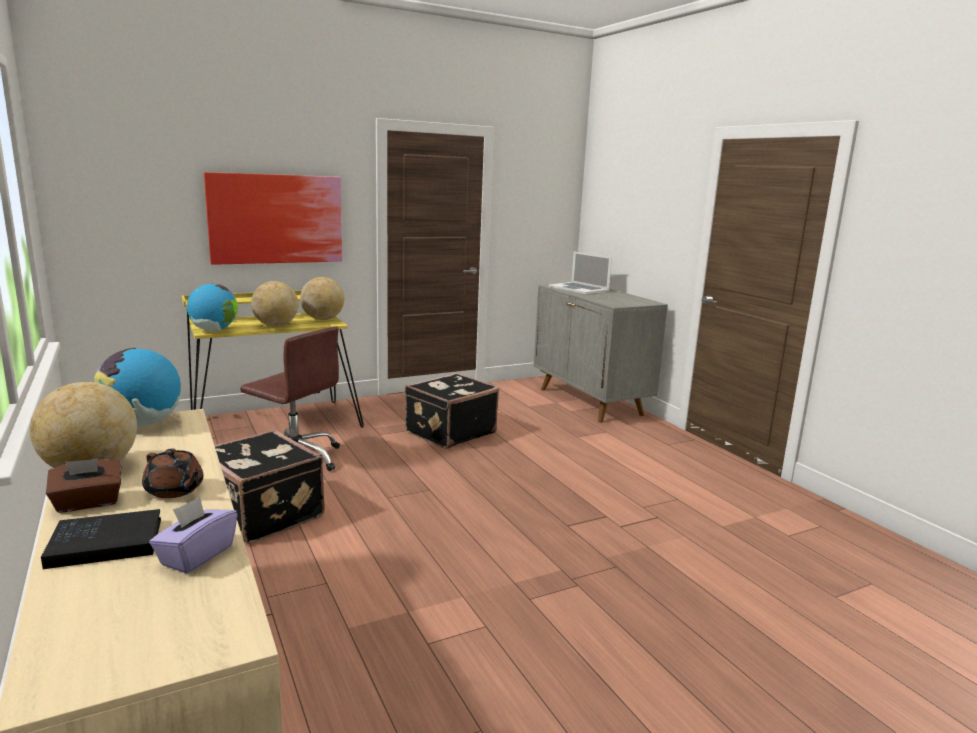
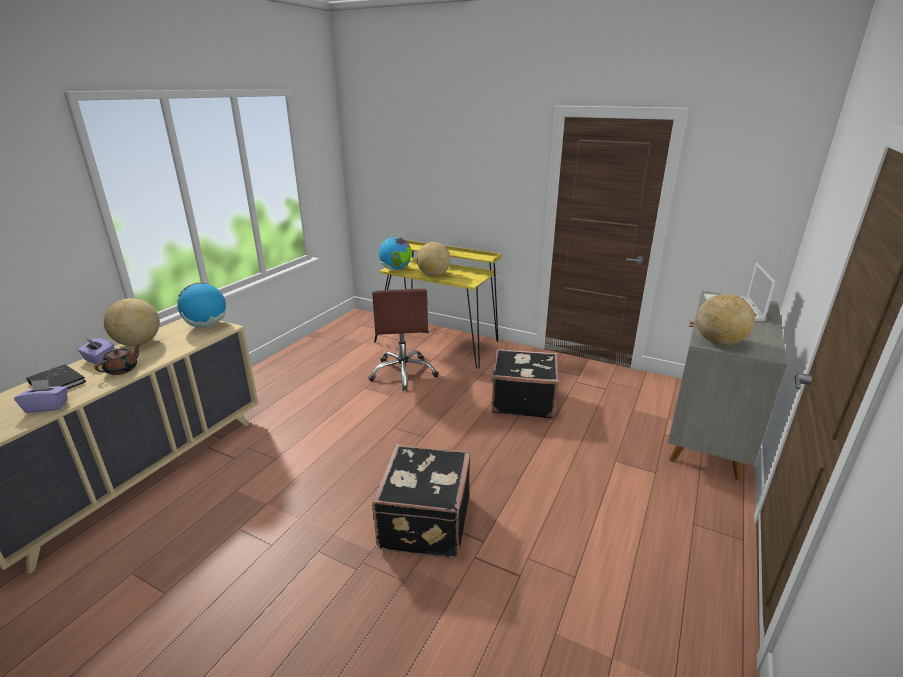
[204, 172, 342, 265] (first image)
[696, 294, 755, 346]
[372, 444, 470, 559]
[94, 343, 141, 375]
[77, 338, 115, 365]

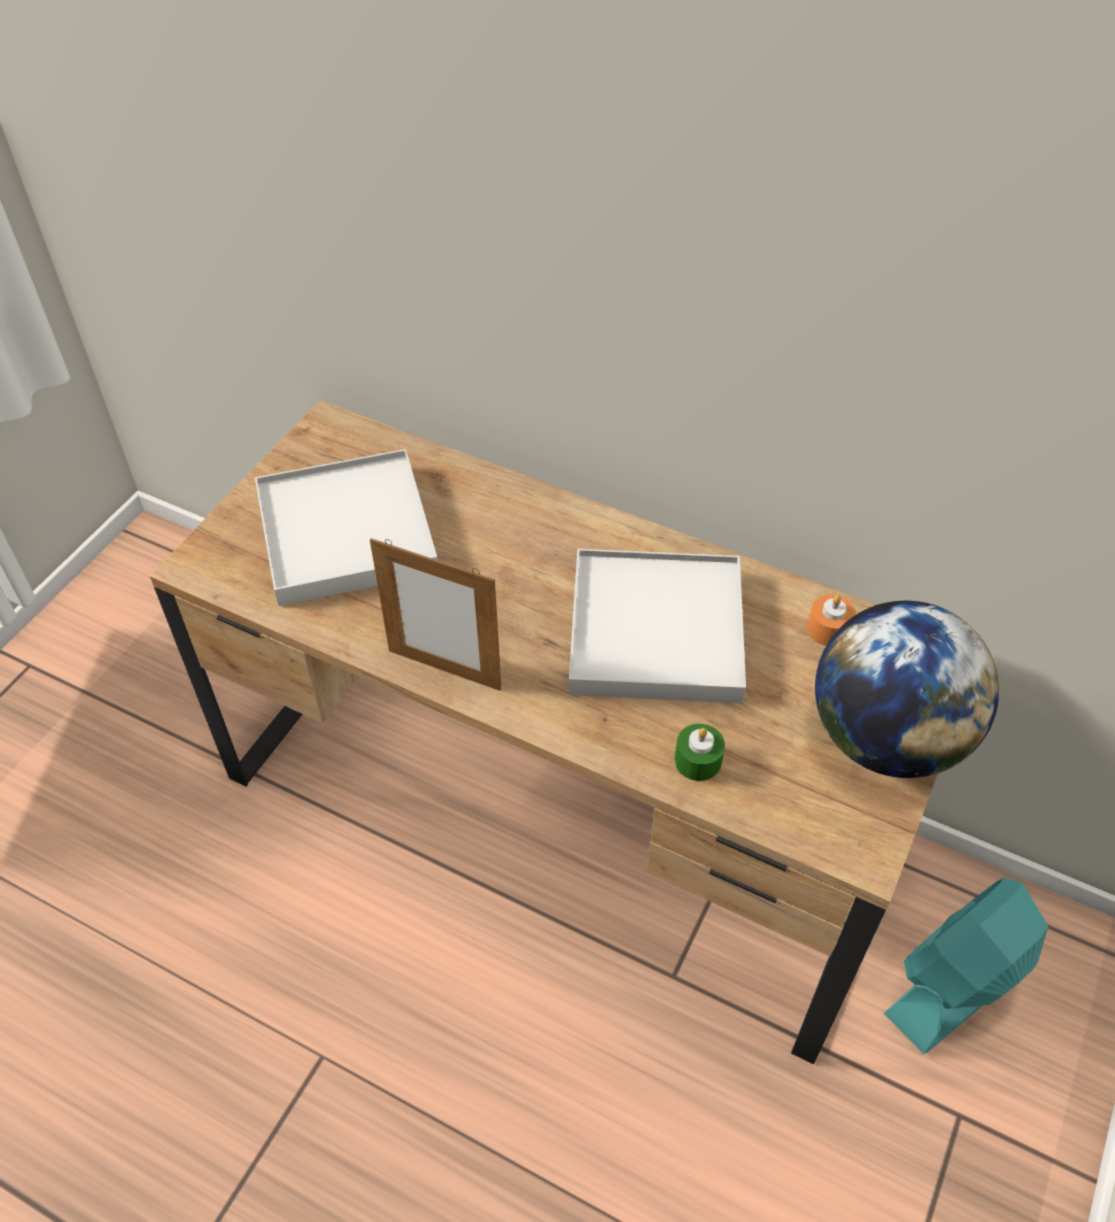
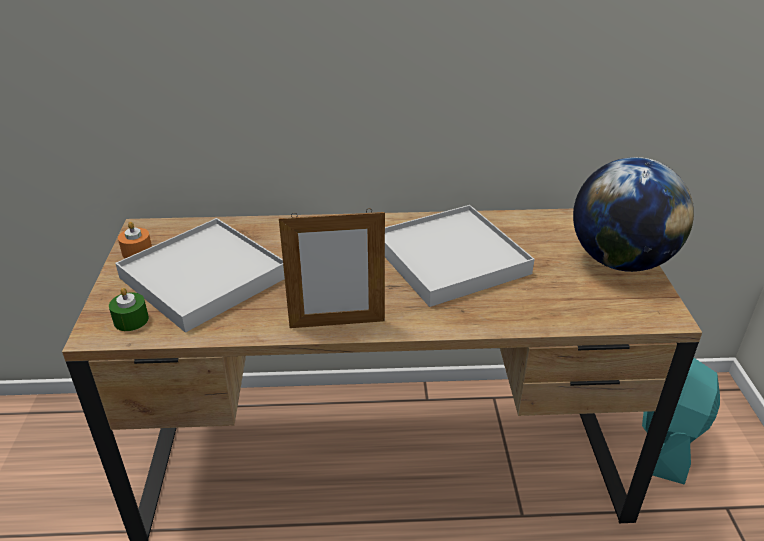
[118, 222, 152, 258]
[109, 288, 149, 331]

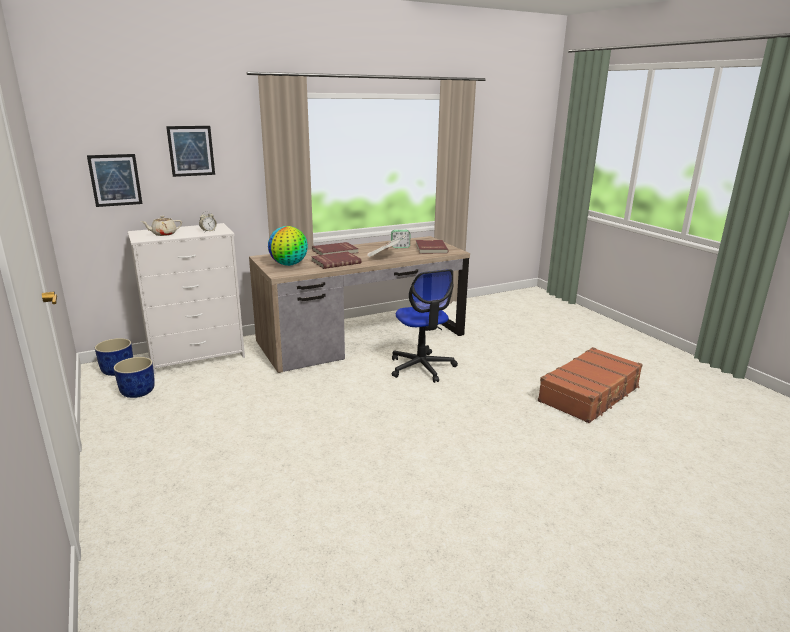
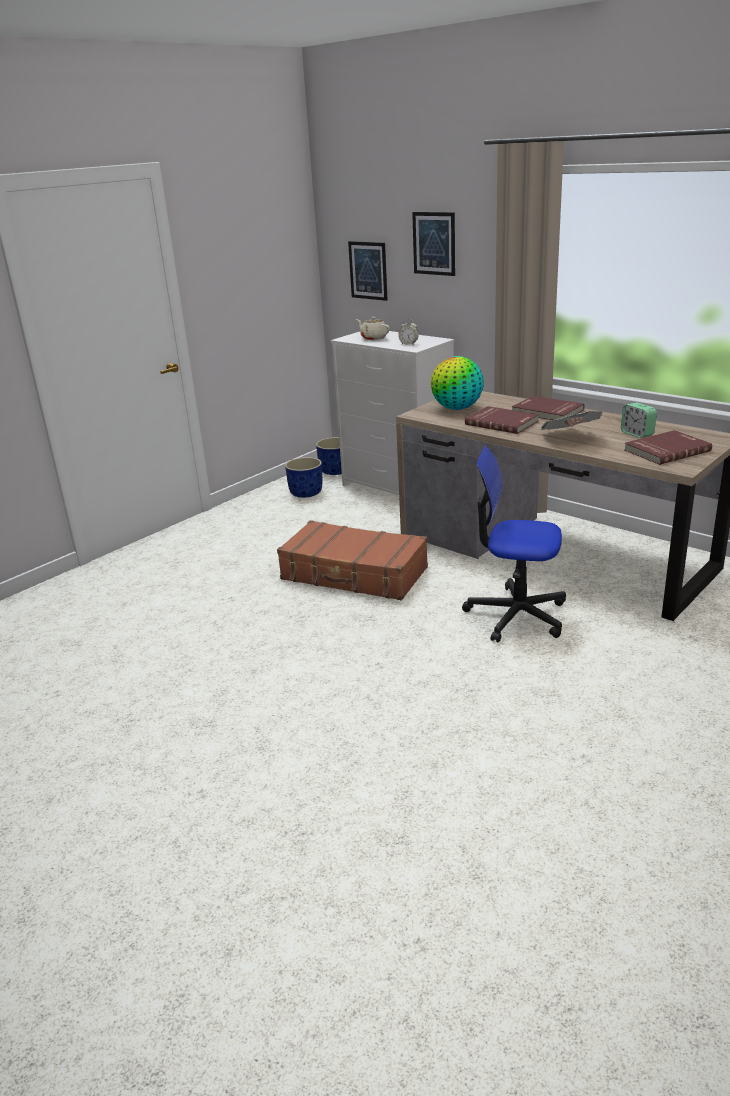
[462, 446, 566, 643]
[277, 520, 428, 601]

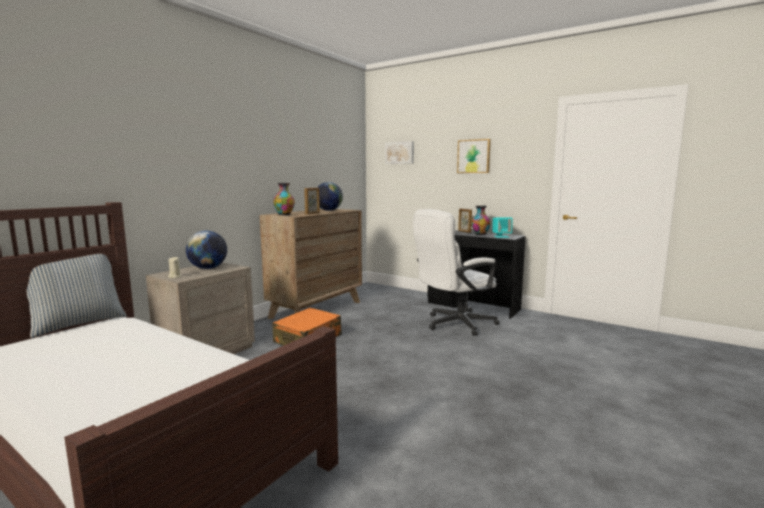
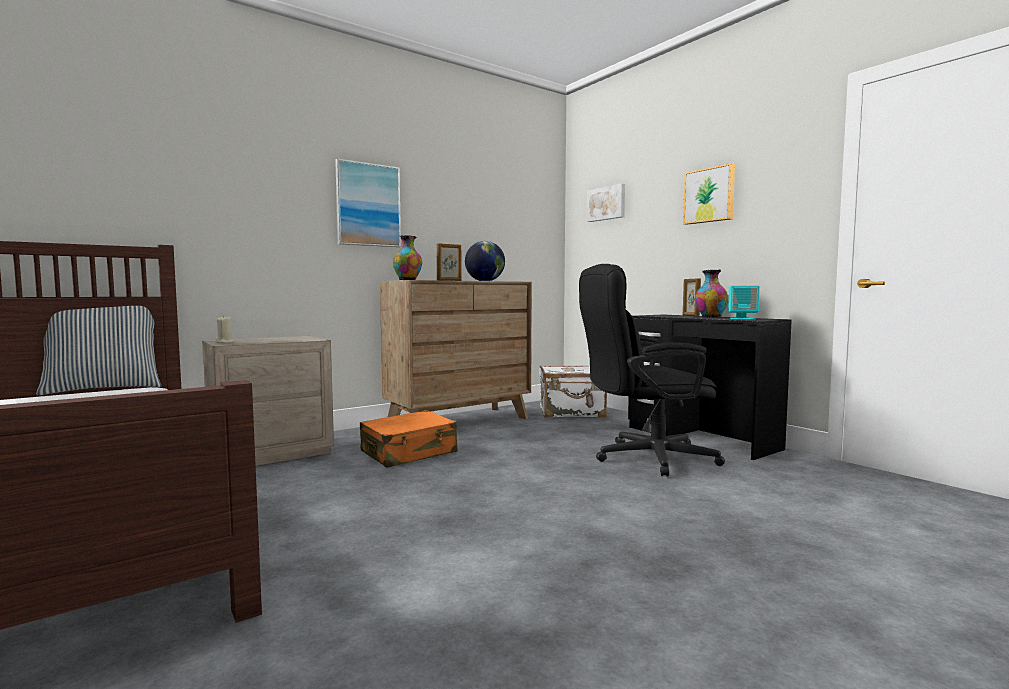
[579, 264, 725, 476]
[186, 230, 227, 269] (first image)
[335, 159, 401, 247]
[540, 365, 607, 418]

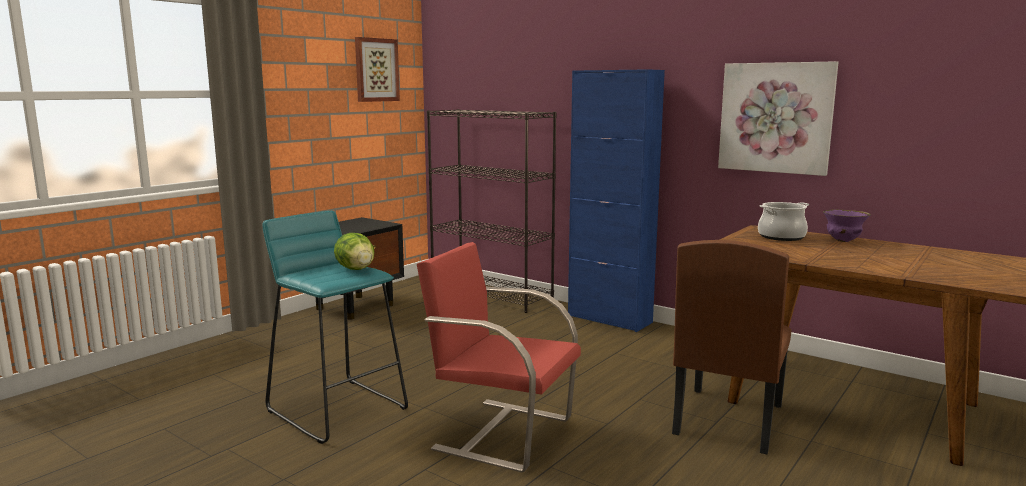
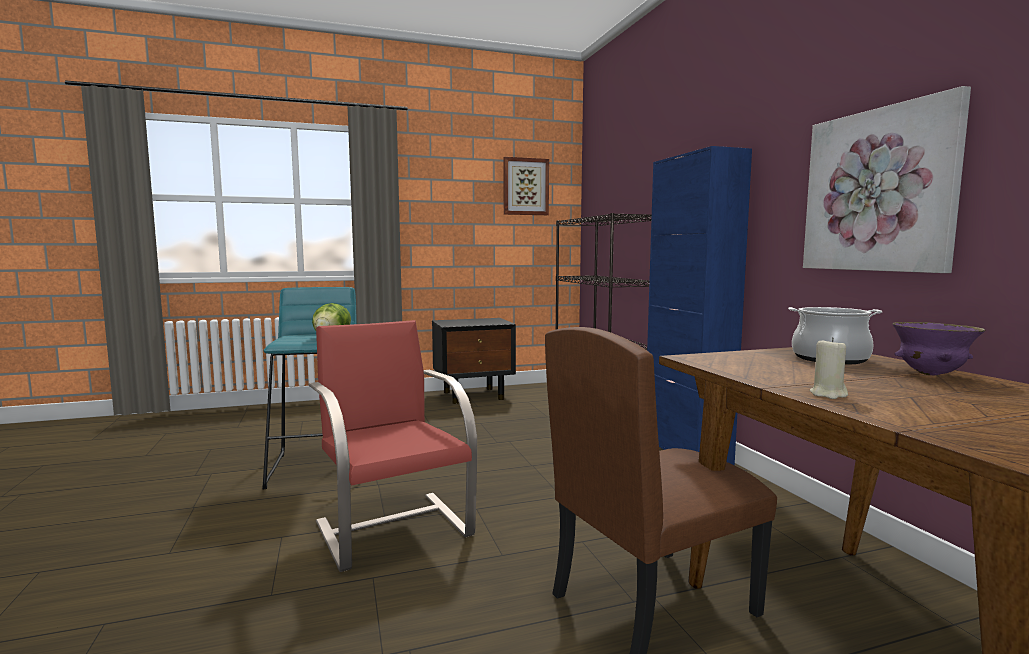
[810, 337, 848, 399]

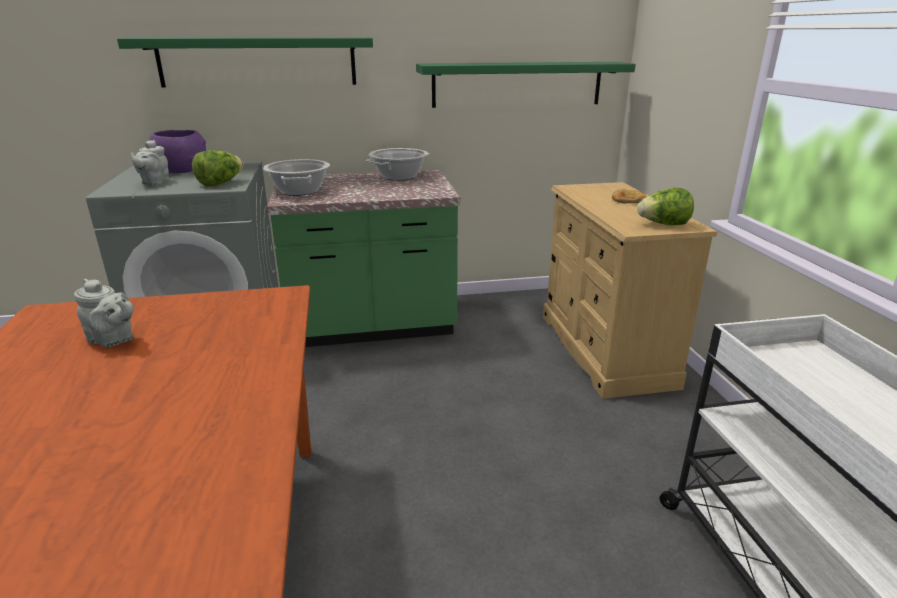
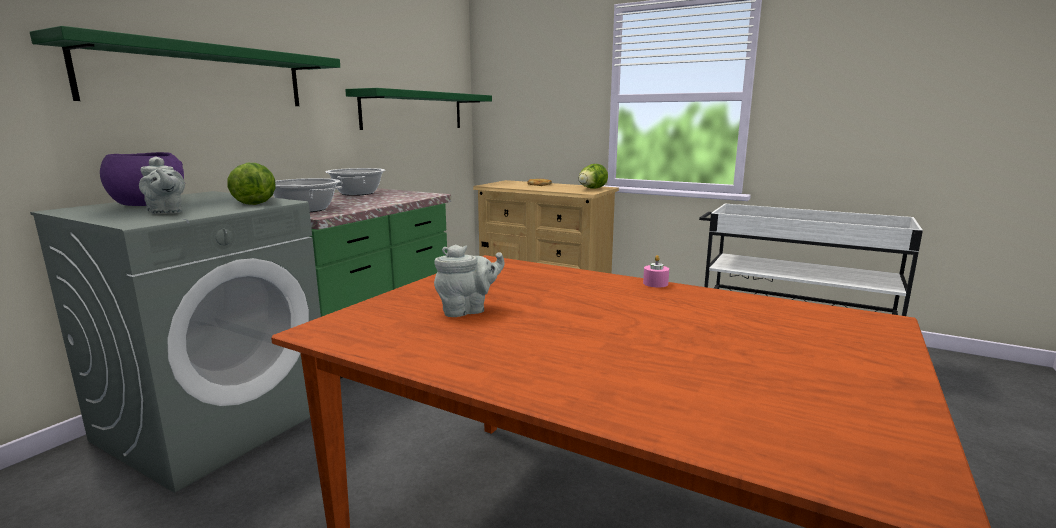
[643, 255, 669, 288]

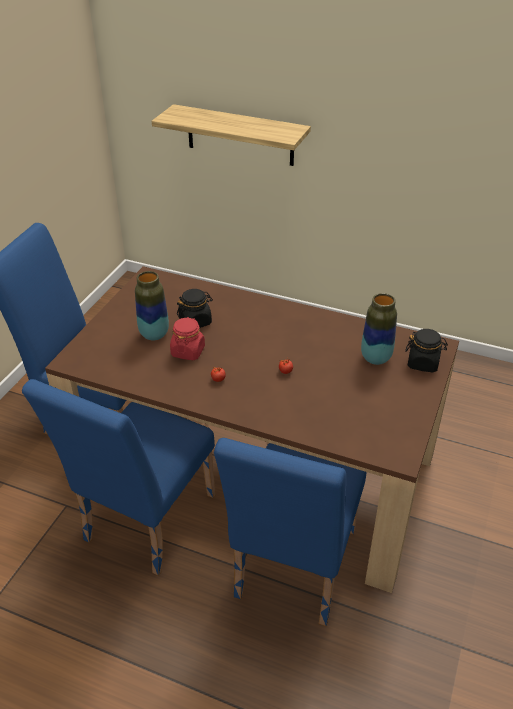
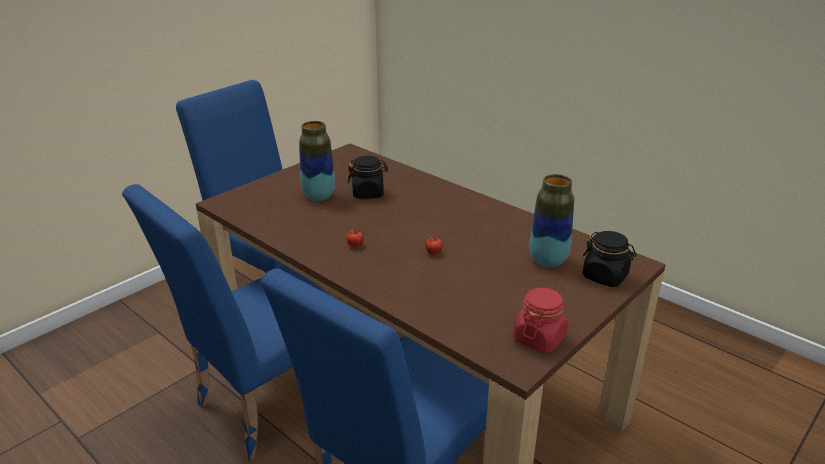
[152, 104, 311, 166] (first image)
[513, 288, 568, 353]

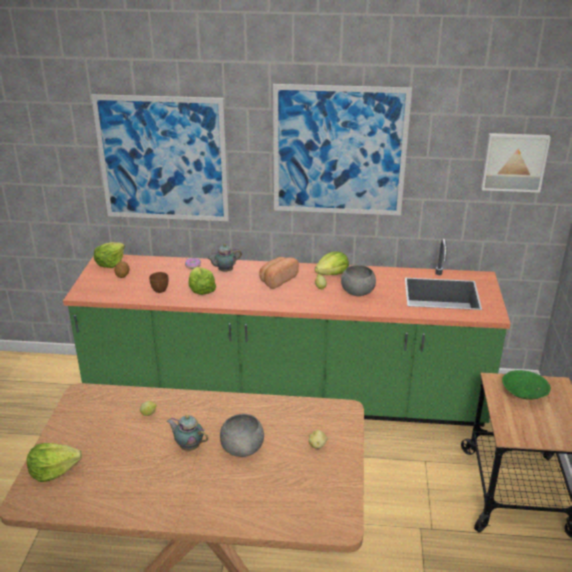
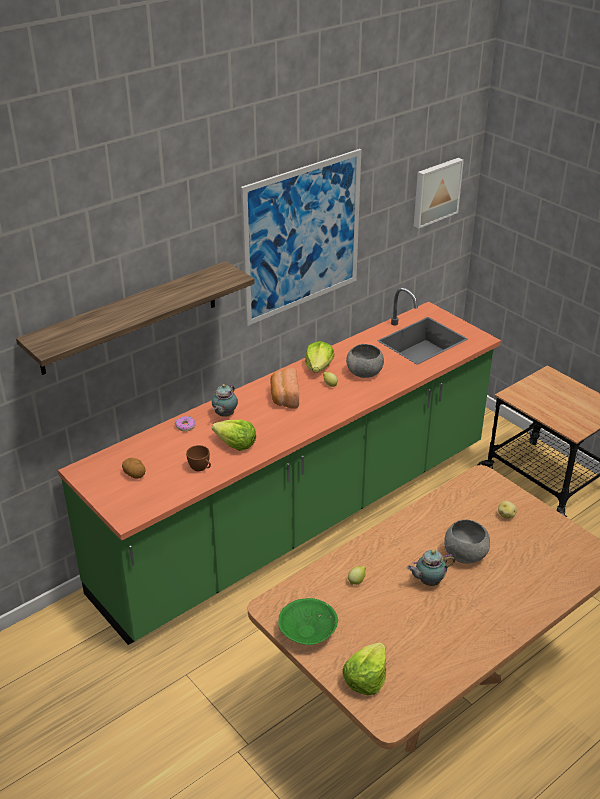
[16, 261, 255, 375]
[94, 242, 125, 268] (first image)
[278, 598, 338, 645]

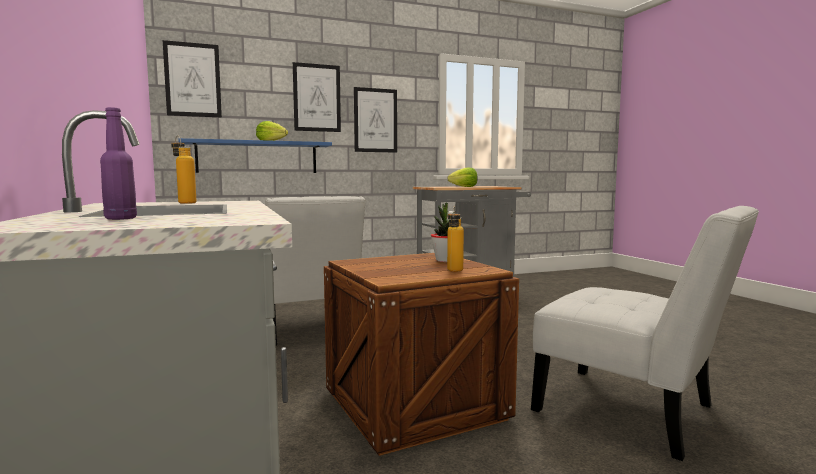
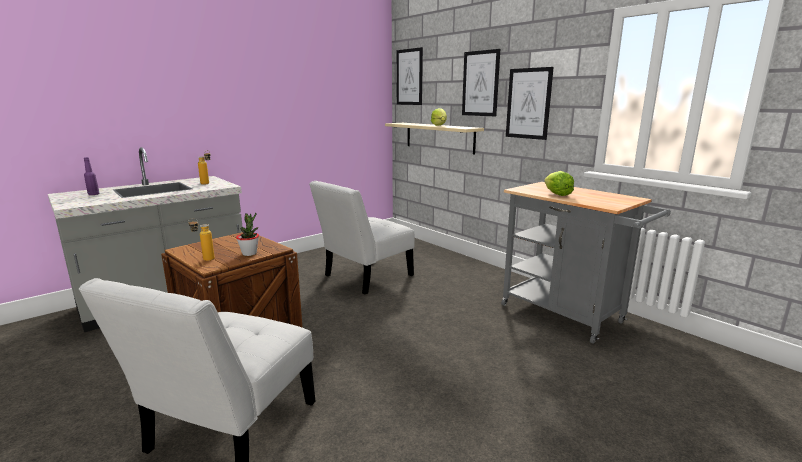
[385, 123, 484, 155]

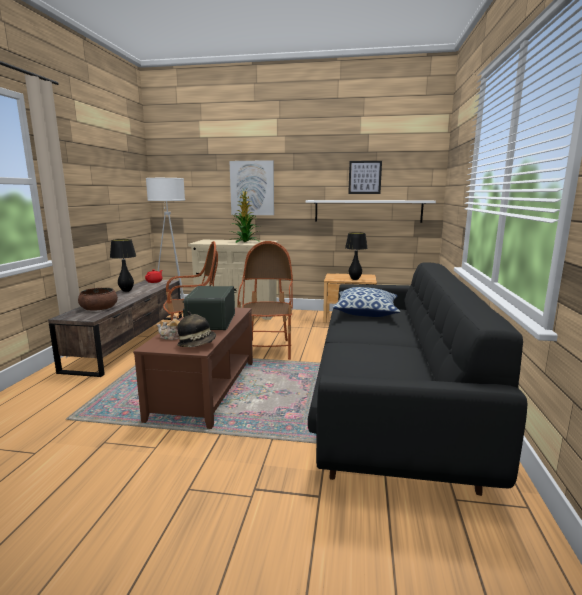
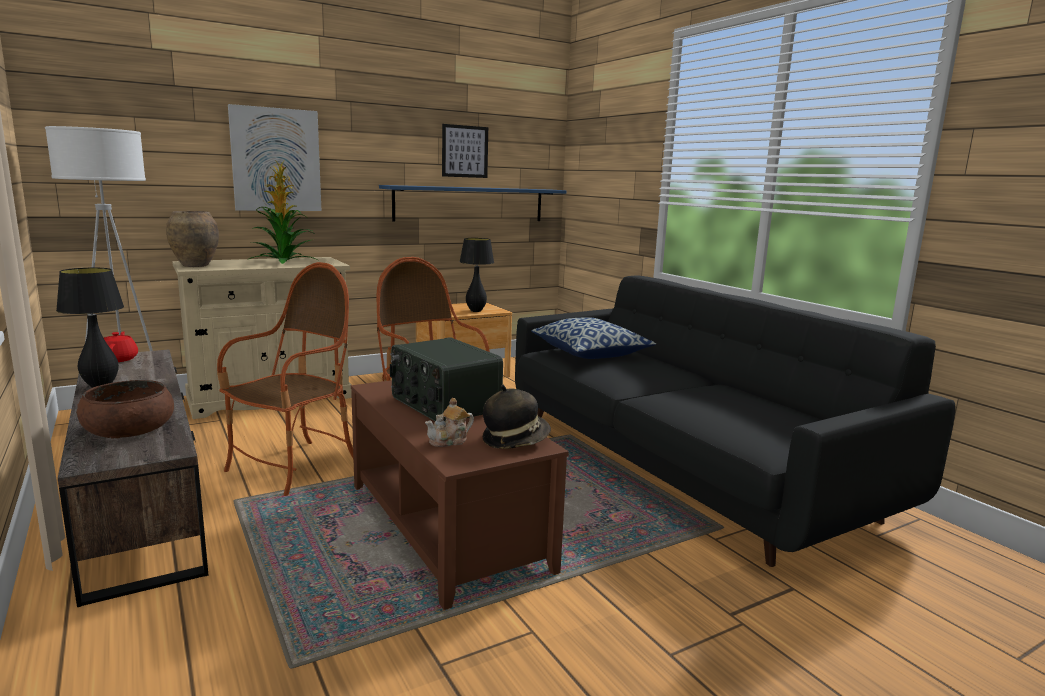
[379, 185, 566, 221]
[166, 211, 219, 267]

